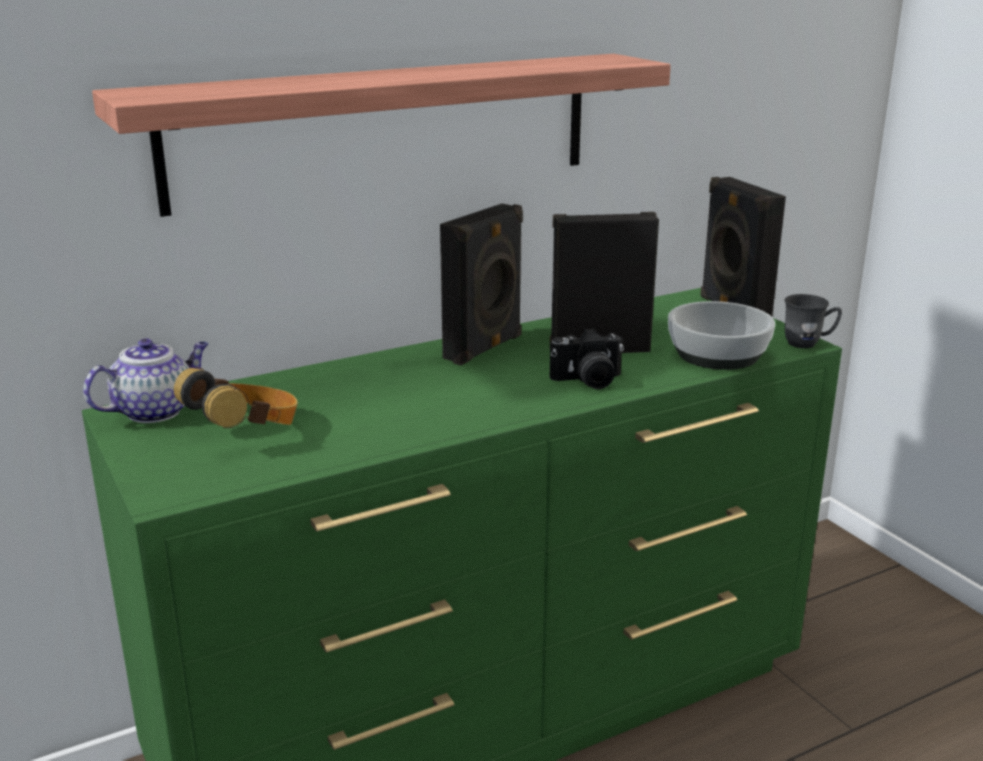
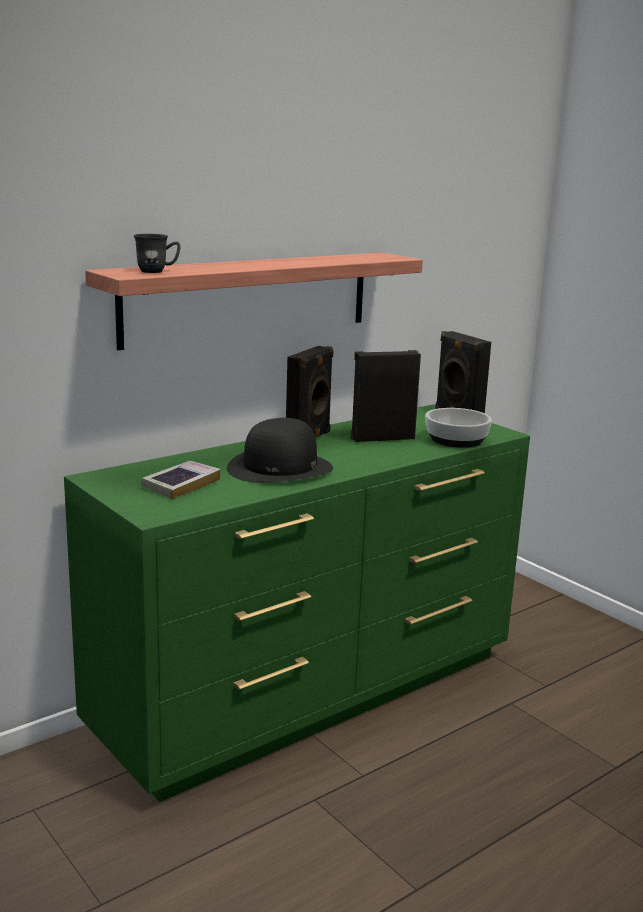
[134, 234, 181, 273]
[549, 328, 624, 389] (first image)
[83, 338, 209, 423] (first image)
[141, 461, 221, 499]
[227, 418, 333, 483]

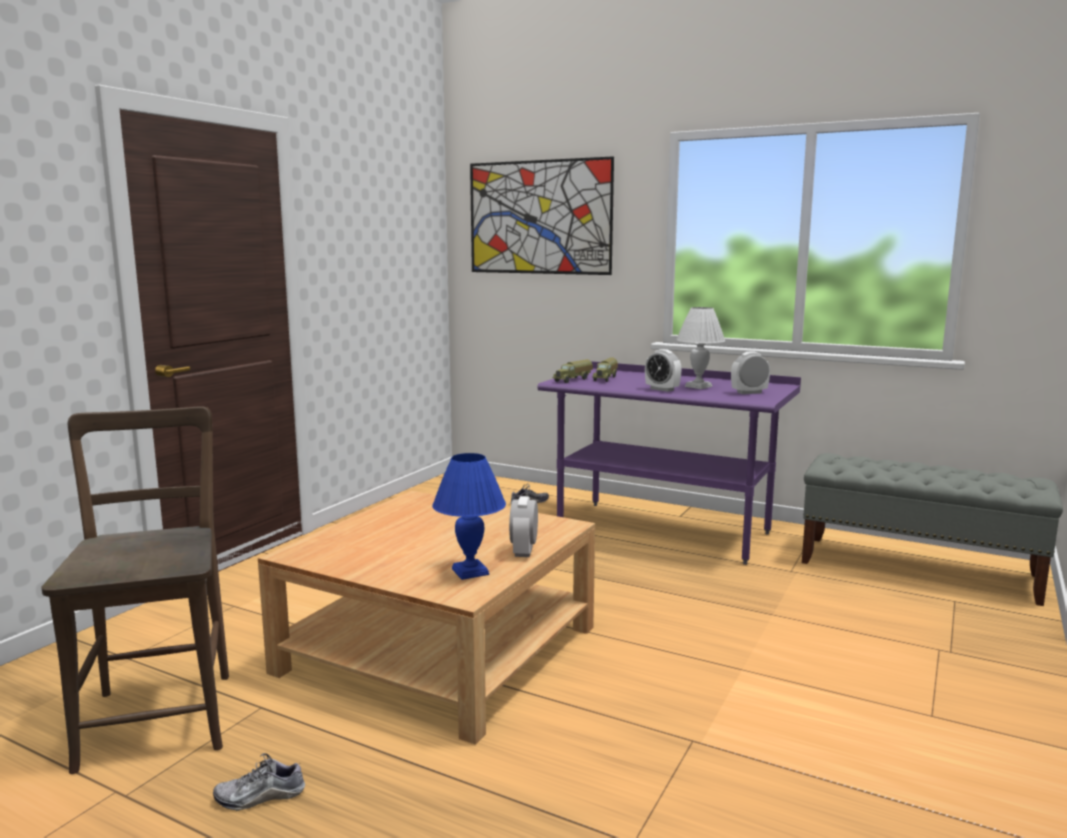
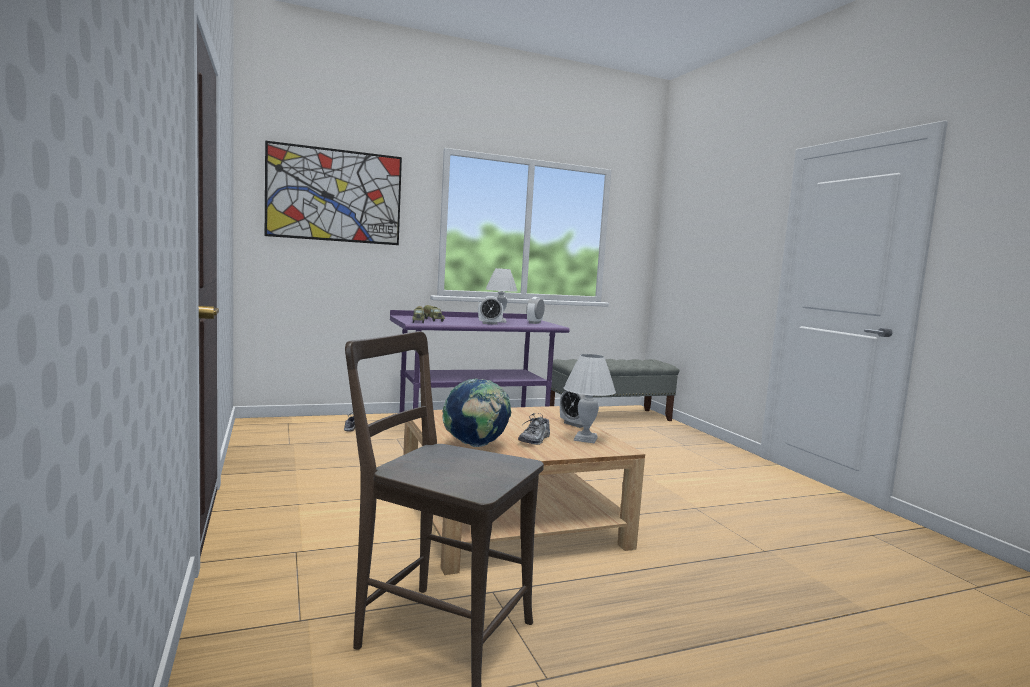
[564, 354, 616, 443]
[518, 413, 550, 445]
[442, 378, 511, 447]

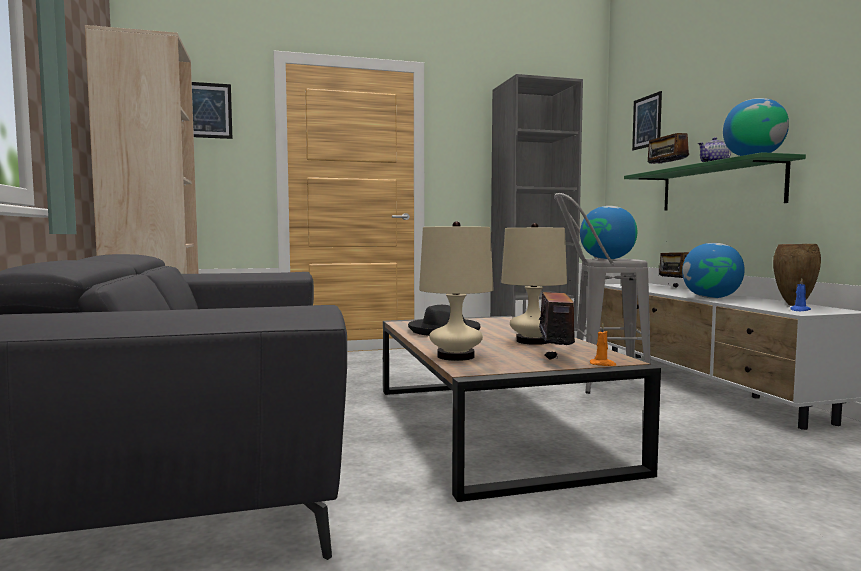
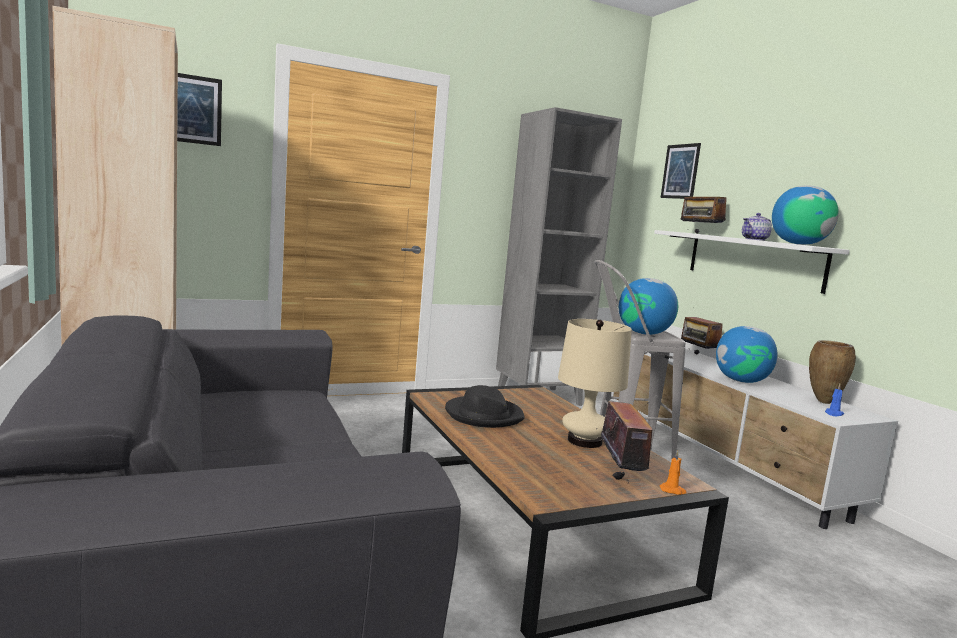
[654, 230, 850, 294]
[419, 221, 494, 361] (first image)

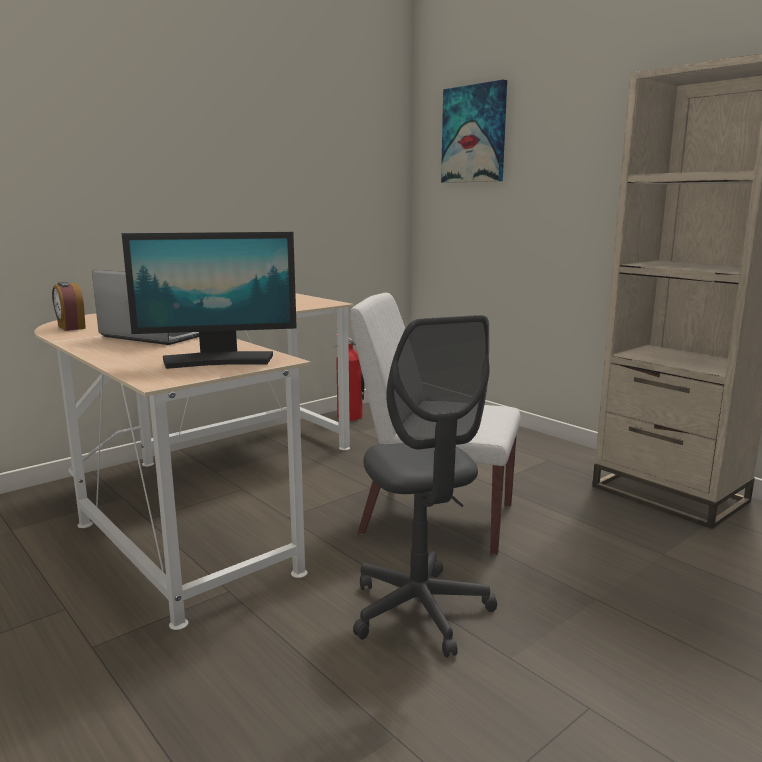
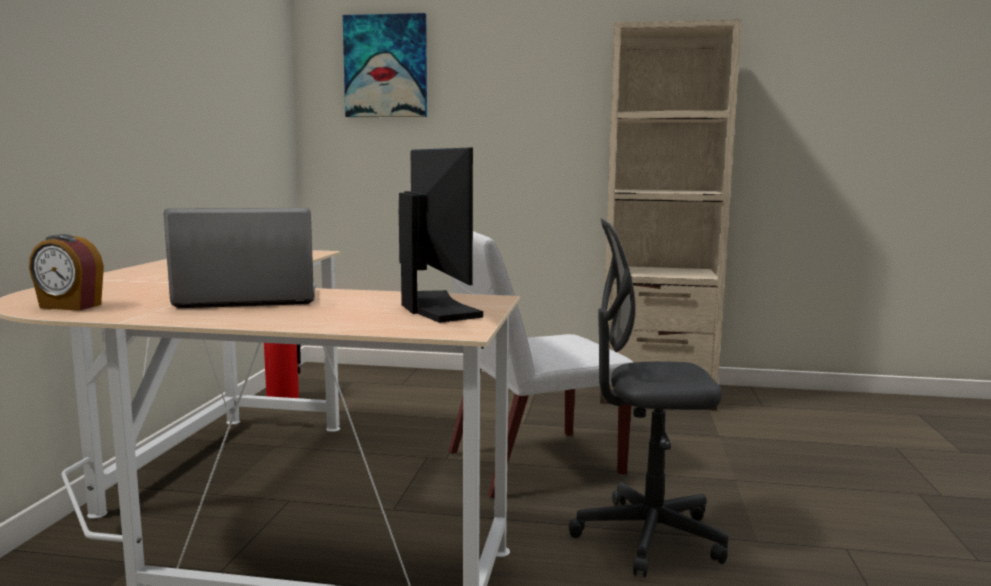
[399, 148, 483, 323]
[569, 219, 728, 577]

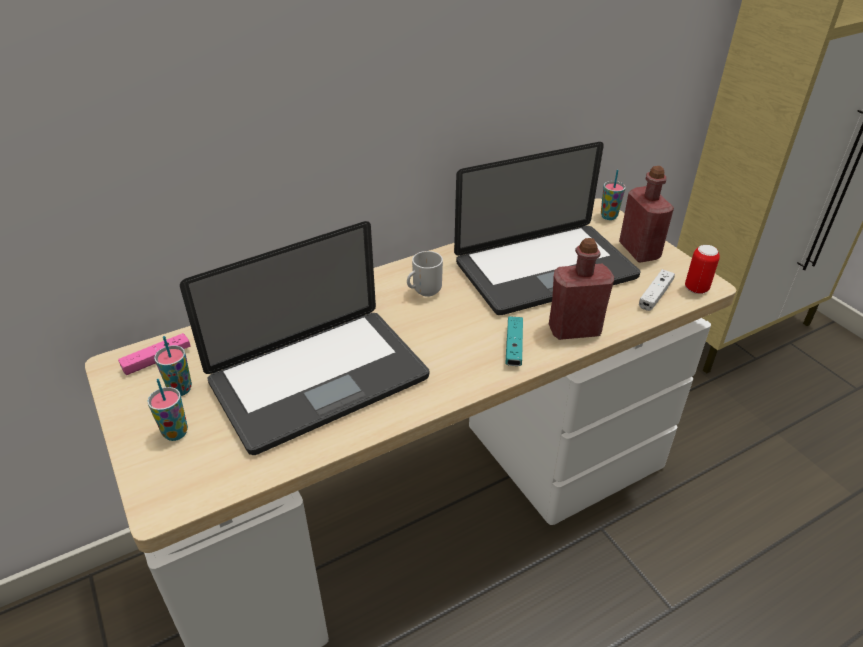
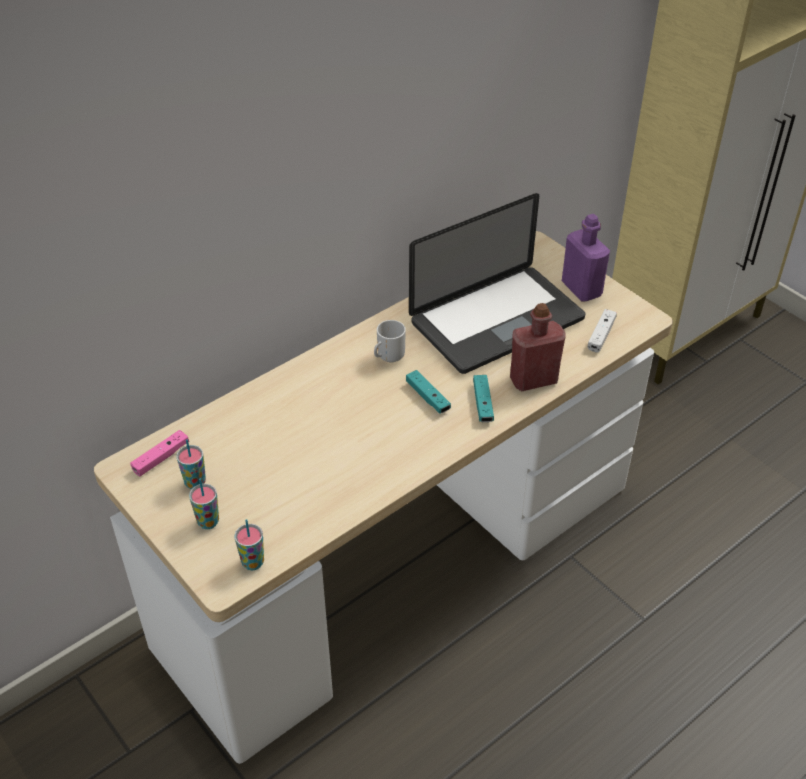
[562, 214, 610, 302]
[235, 519, 264, 570]
[180, 221, 429, 455] (first image)
[685, 245, 720, 294] (first image)
[406, 370, 451, 414]

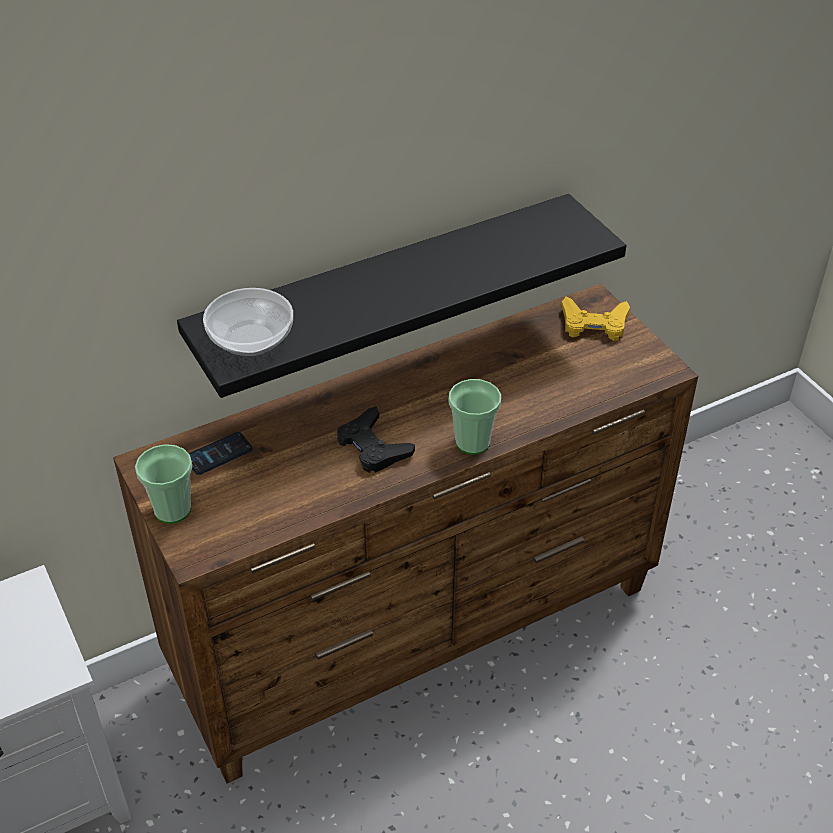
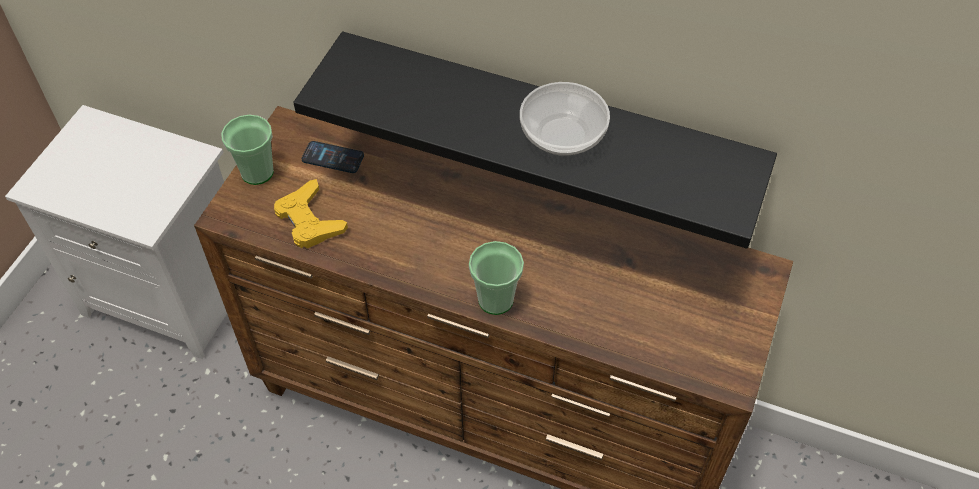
[520, 82, 610, 156]
[274, 179, 348, 249]
[337, 406, 415, 473] (first image)

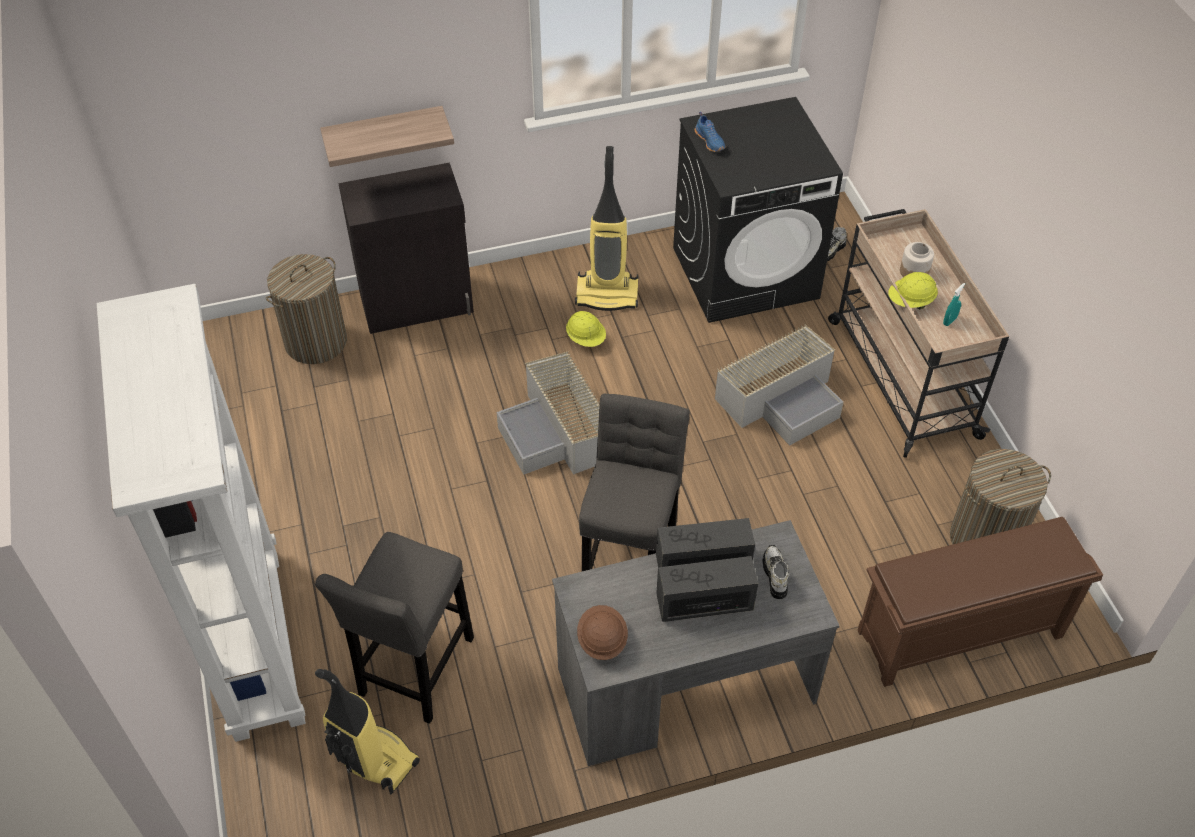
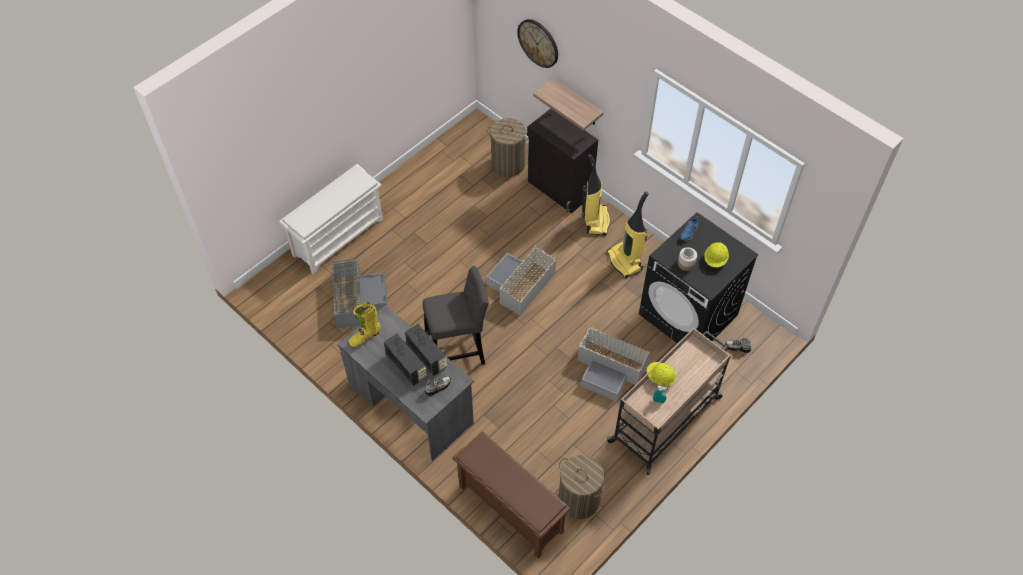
[678, 247, 697, 271]
[279, 164, 383, 274]
[704, 242, 729, 267]
[332, 258, 387, 329]
[348, 302, 380, 347]
[581, 154, 610, 236]
[517, 19, 558, 68]

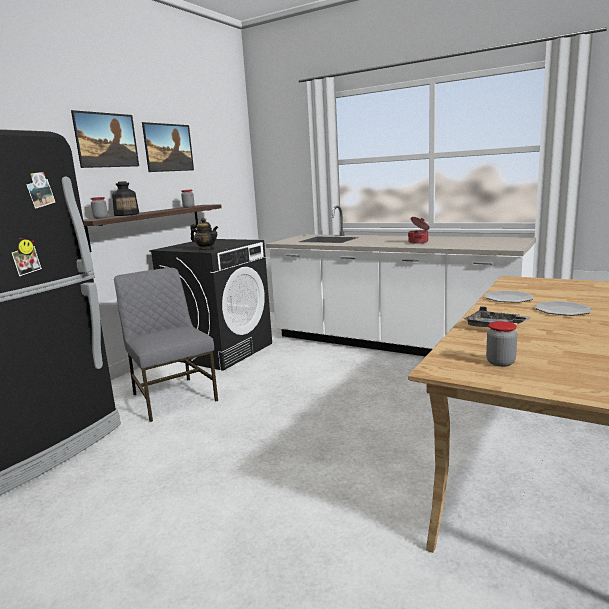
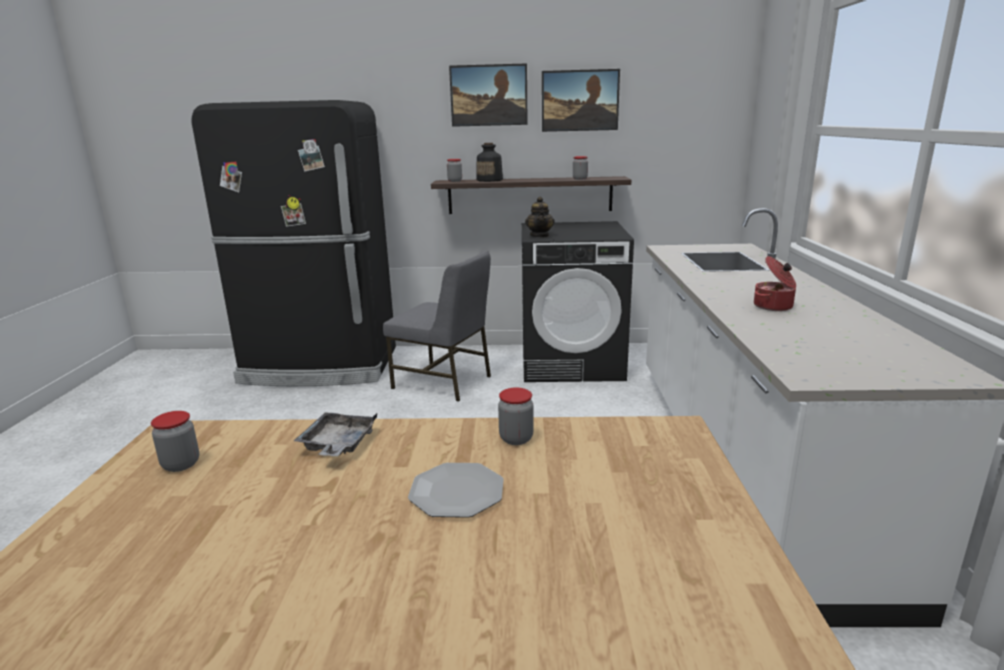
[383, 250, 491, 402]
[498, 388, 534, 445]

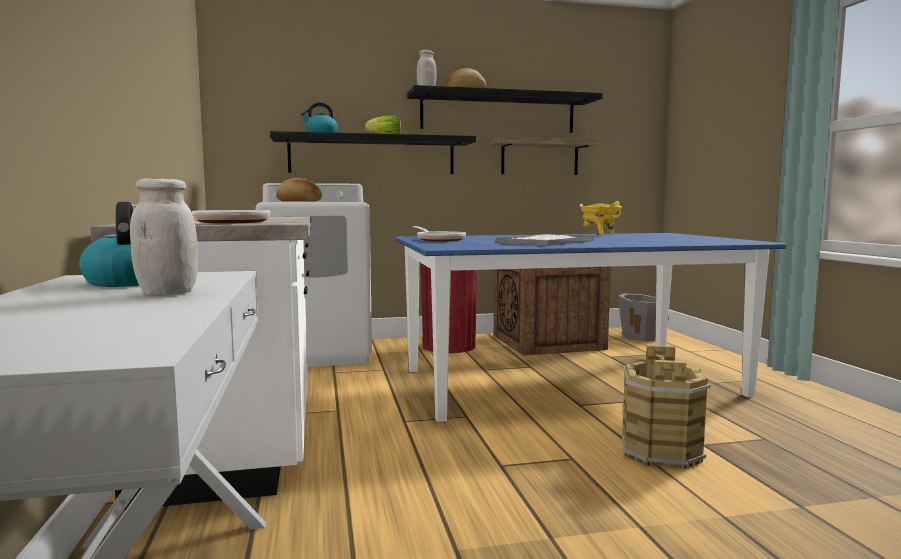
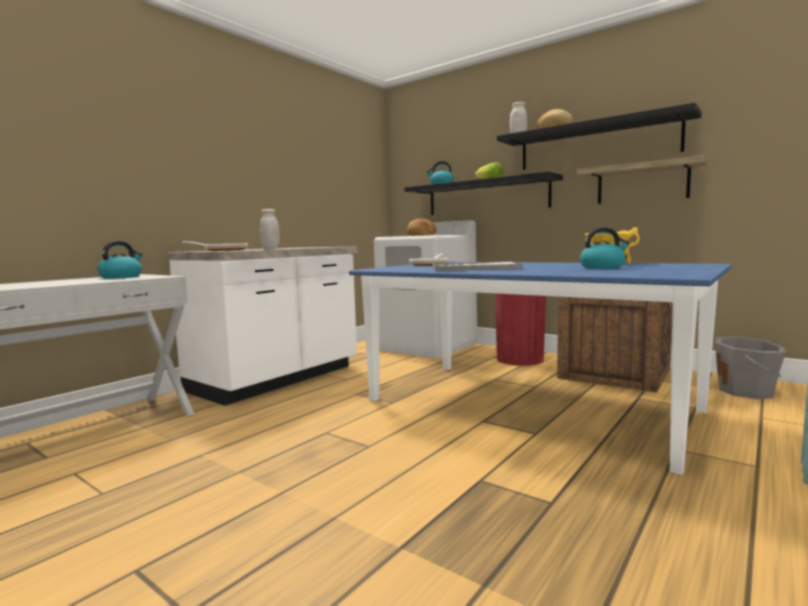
[260, 209, 280, 249]
[621, 345, 710, 469] (first image)
[580, 227, 629, 269]

